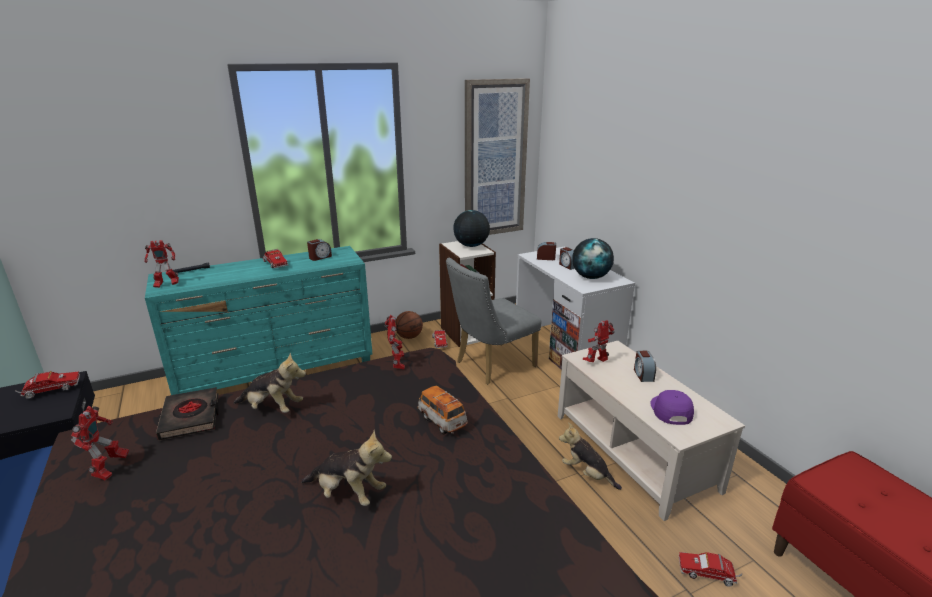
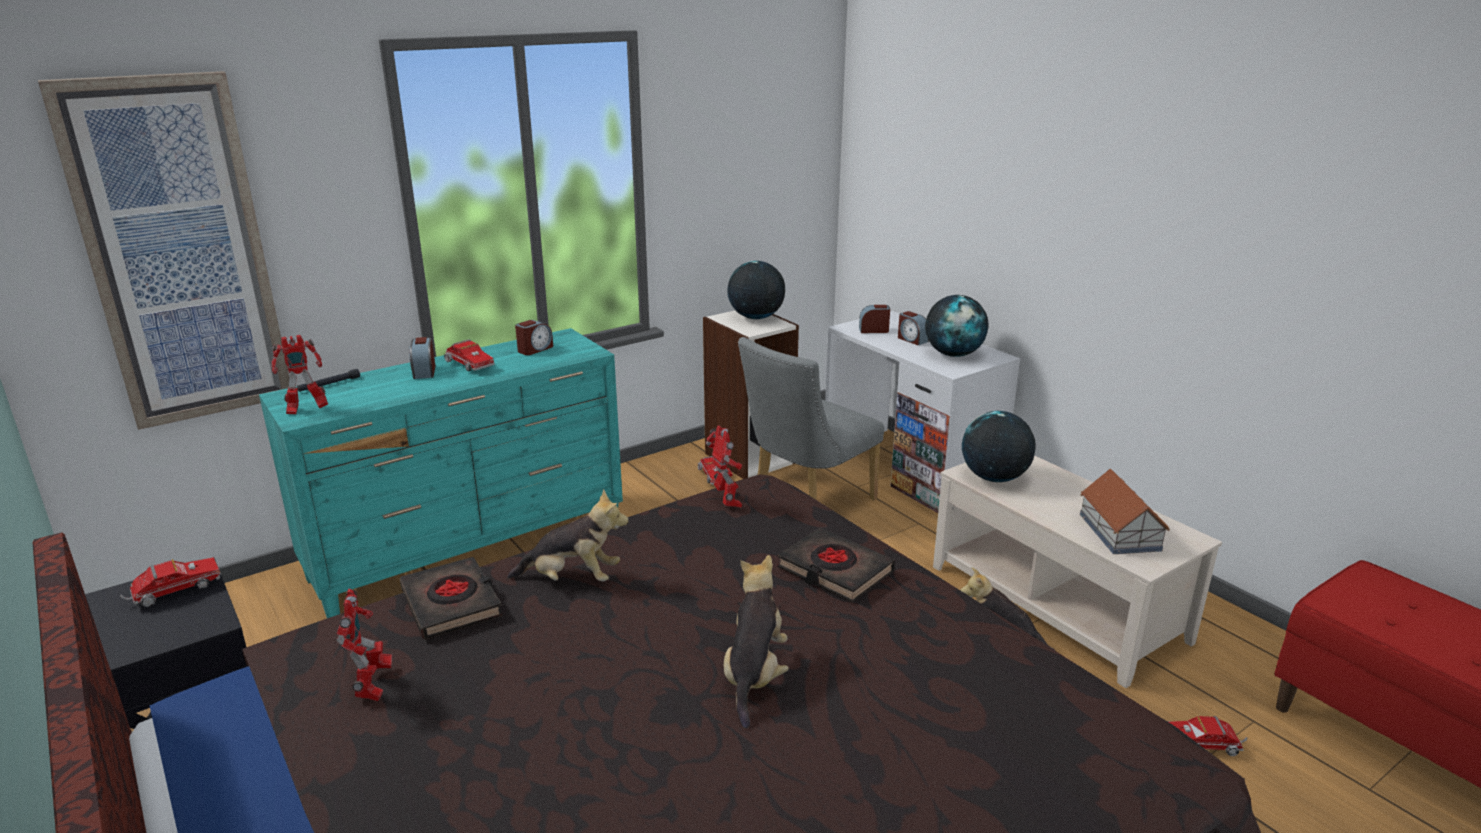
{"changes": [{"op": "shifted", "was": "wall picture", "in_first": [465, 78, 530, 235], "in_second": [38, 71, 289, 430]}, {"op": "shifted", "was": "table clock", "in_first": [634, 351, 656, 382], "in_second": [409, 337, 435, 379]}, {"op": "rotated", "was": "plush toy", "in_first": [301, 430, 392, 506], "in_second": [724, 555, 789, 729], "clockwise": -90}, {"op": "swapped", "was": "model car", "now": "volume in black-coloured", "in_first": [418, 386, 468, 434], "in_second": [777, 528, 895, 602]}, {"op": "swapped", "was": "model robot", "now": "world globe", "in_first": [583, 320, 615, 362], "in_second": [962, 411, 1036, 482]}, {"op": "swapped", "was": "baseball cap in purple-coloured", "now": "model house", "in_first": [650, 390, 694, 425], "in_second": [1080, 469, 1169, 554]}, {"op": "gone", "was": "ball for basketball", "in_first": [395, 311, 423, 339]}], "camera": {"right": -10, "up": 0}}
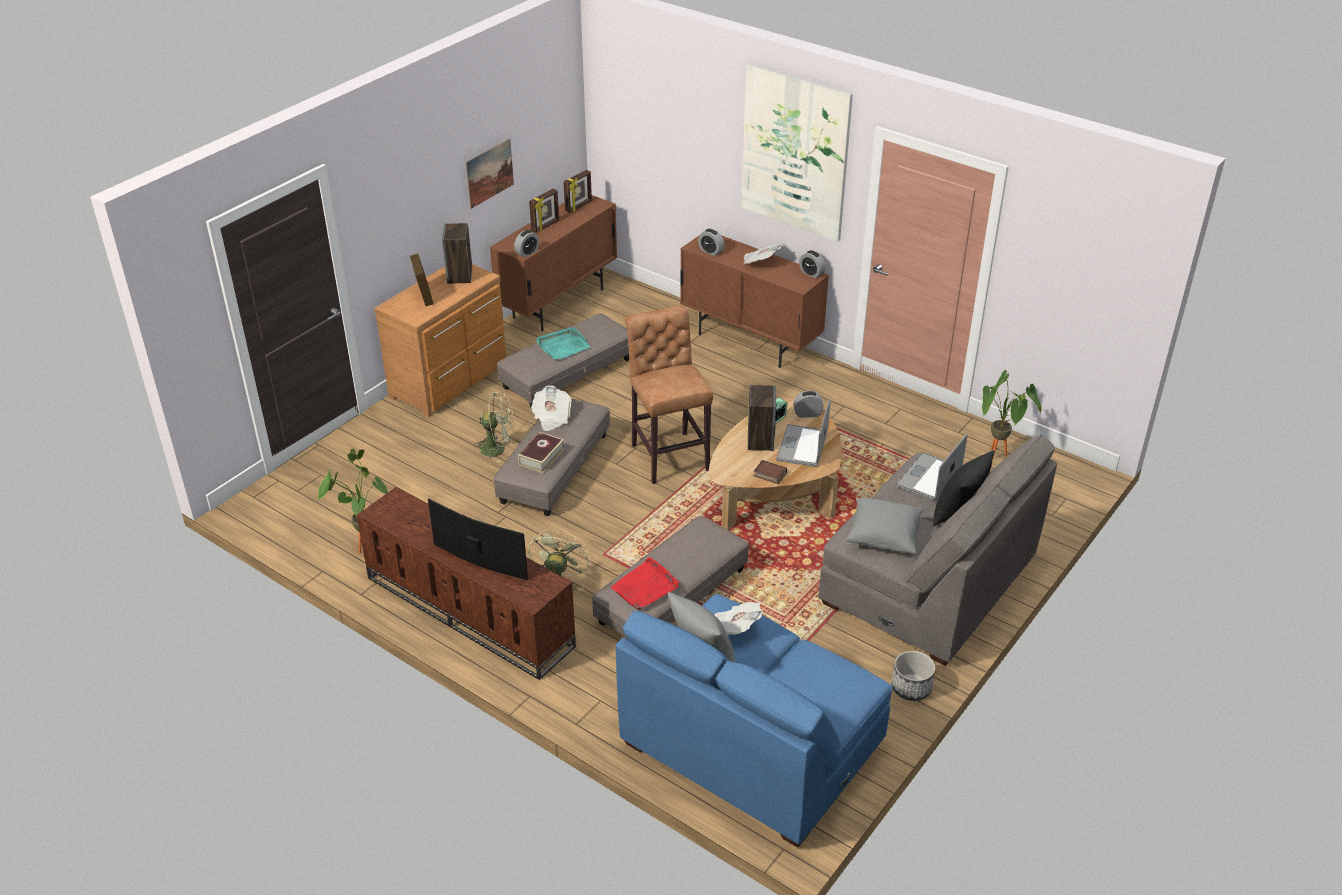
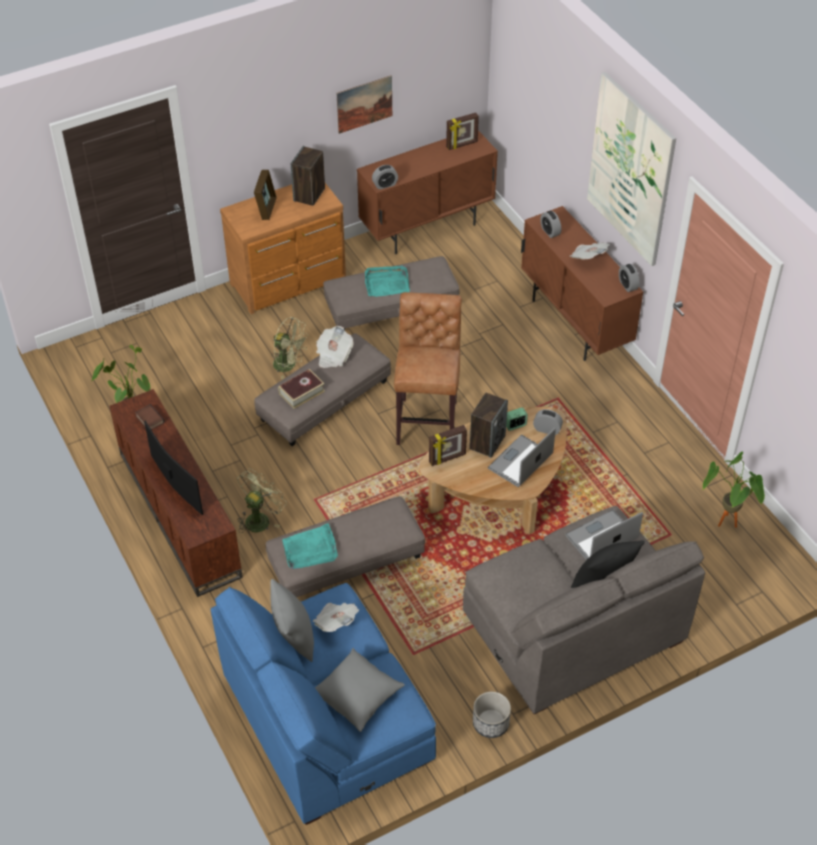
{"changes": [{"op": "shifted", "was": "volume", "in_first": [754, 460, 787, 484], "in_second": [135, 404, 165, 430]}, {"op": "repainted", "was": "tray in red", "now": "tray in turquoise-coloured", "in_first": [611, 557, 679, 610], "in_second": [282, 523, 338, 569]}, {"op": "shifted", "was": "cushion in grey", "in_first": [846, 497, 923, 554], "in_second": [315, 648, 405, 732]}, {"op": "shifted", "was": "picture frame", "in_first": [529, 189, 559, 233], "in_second": [429, 425, 467, 466]}], "camera": {"right": 25, "up": 10}}
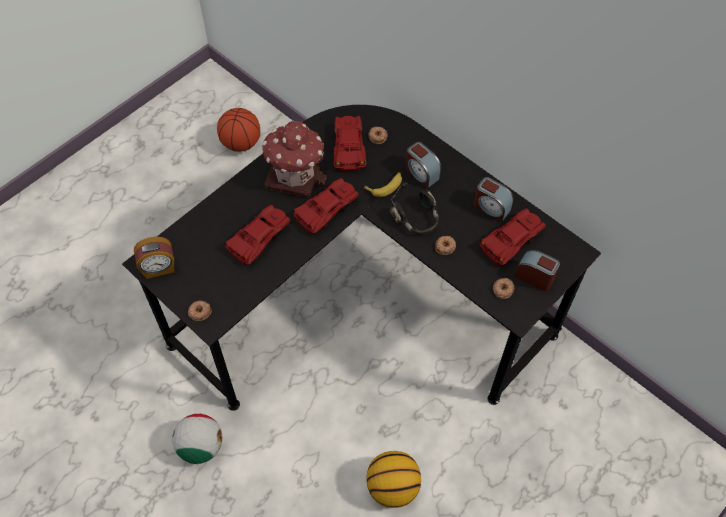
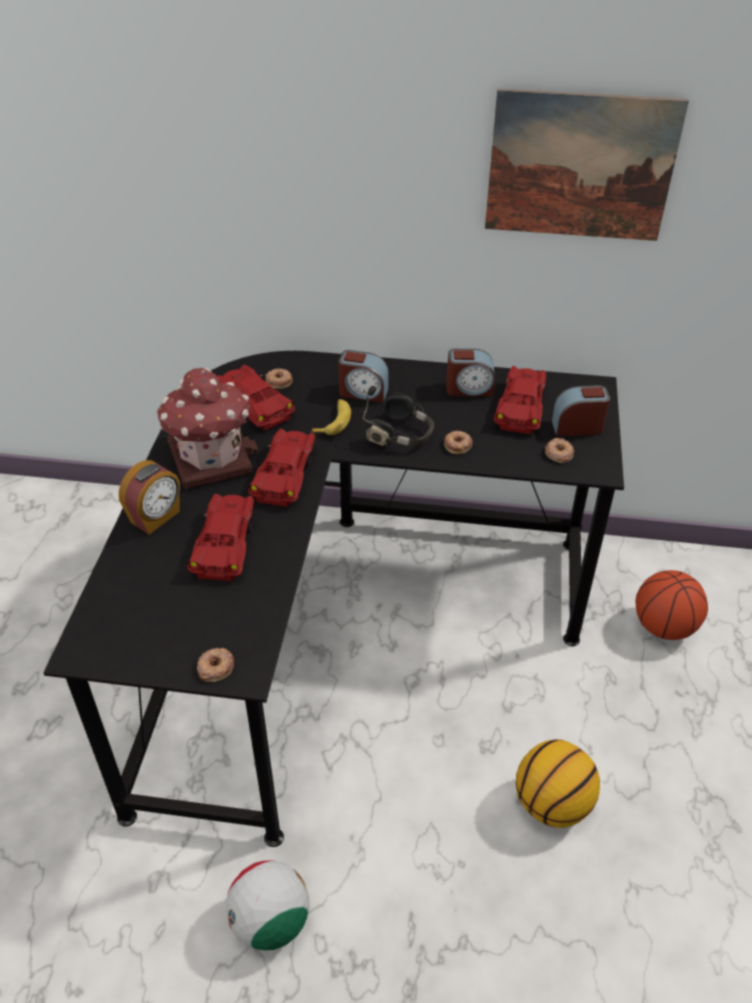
{"changes": [{"op": "shifted", "was": "table clock", "in_first": [134, 237, 174, 279], "in_second": [119, 460, 180, 534]}, {"op": "new", "now": "wall picture", "in_second": [485, 89, 689, 241]}, {"op": "shifted", "was": "ball for basketball", "in_first": [217, 108, 260, 152], "in_second": [636, 570, 708, 640]}], "camera": {"right": -35, "up": -15}}
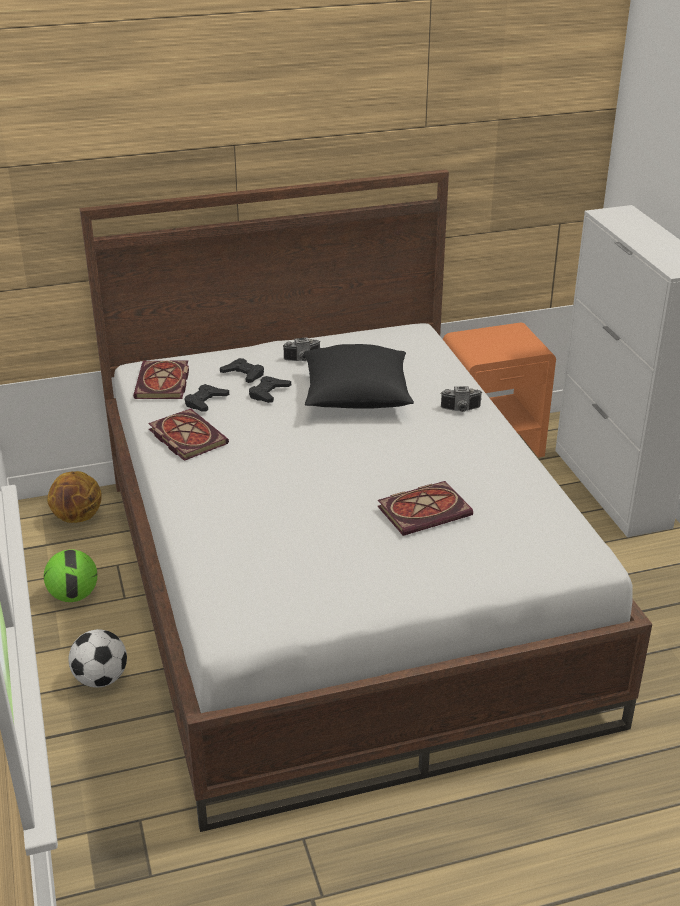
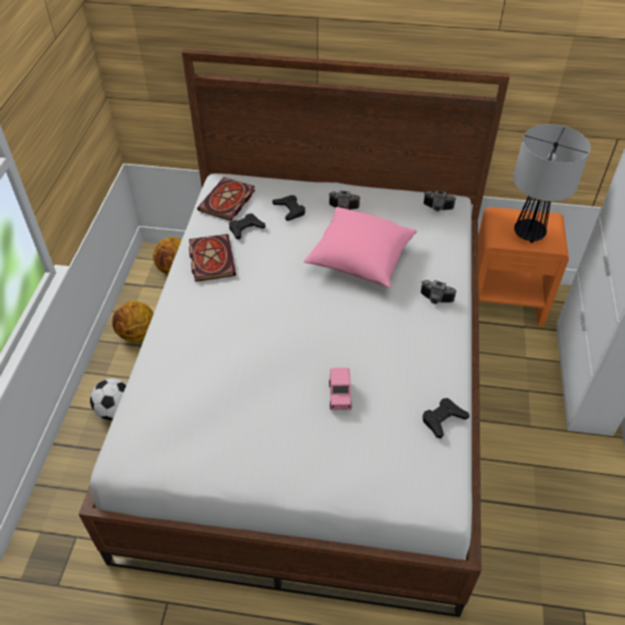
{"changes": [{"op": "swapped", "was": "ball for football", "now": "ball for basketball", "in_first": [44, 549, 98, 602], "in_second": [112, 301, 154, 342]}, {"op": "repainted", "was": "cushion in black-coloured", "now": "cushion in pinkish", "in_first": [303, 344, 414, 409], "in_second": [304, 207, 417, 288]}, {"op": "swapped", "was": "volume", "now": "model car in pinkish", "in_first": [377, 481, 473, 536], "in_second": [329, 368, 351, 410]}, {"op": "shifted", "was": "gamepad in black-coloured", "in_first": [249, 376, 291, 403], "in_second": [423, 398, 470, 439]}, {"op": "new", "now": "photo camera", "in_second": [424, 190, 456, 211]}, {"op": "new", "now": "lamp for a table", "in_second": [513, 124, 590, 243]}], "camera": {"right": 25, "up": 15}}
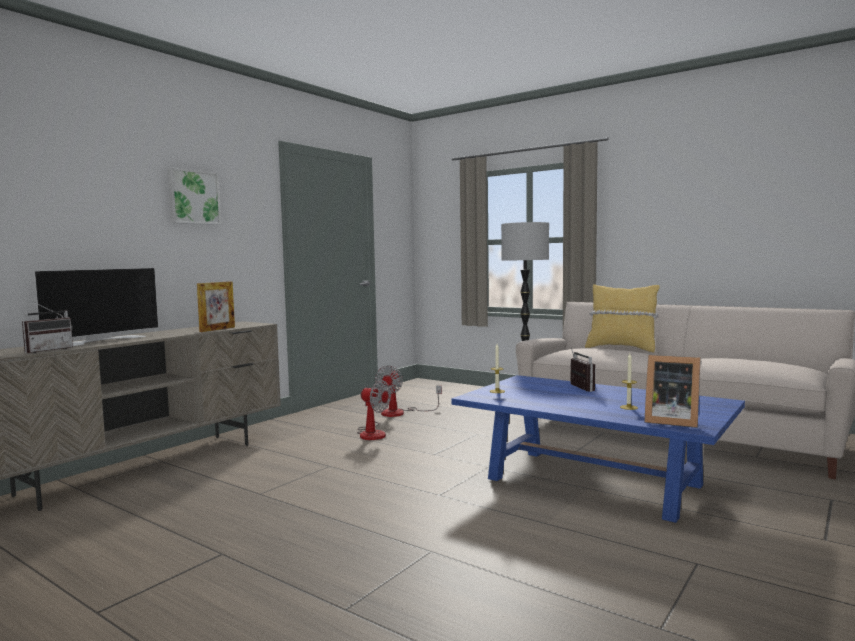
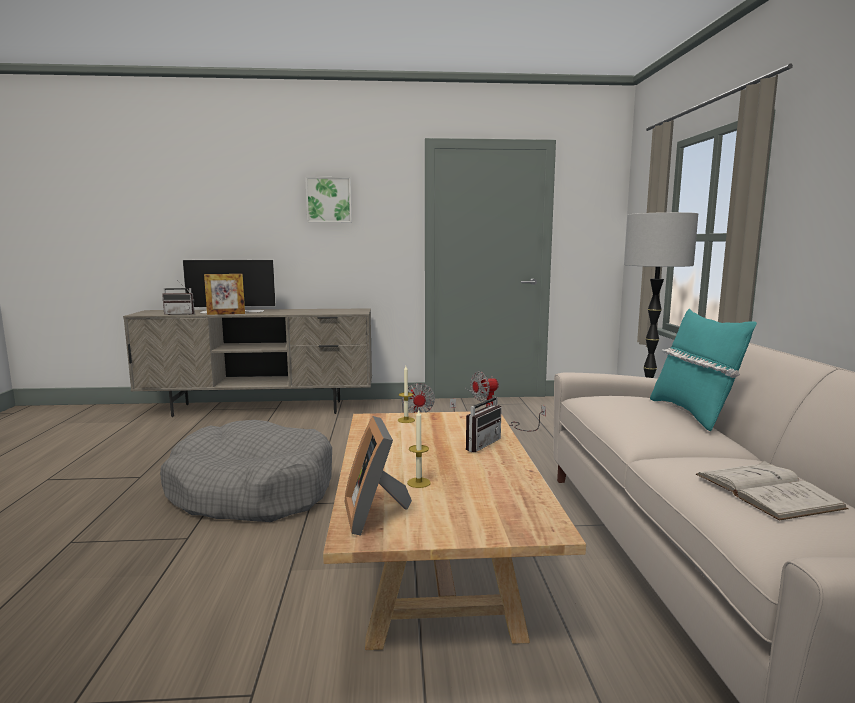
{"changes": [{"op": "new", "now": "dog cushion in grey", "in_second": [160, 420, 332, 522]}, {"op": "shifted", "was": "picture frame", "in_first": [197, 281, 235, 332], "in_second": [204, 274, 245, 315]}, {"op": "repainted", "was": "coffee table in blue-coloured", "now": "coffee table in beige-coloured", "in_first": [451, 375, 745, 523], "in_second": [323, 412, 586, 650]}, {"op": "repainted", "was": "cushion in yellowish", "now": "cushion in turquoise-coloured", "in_first": [585, 284, 659, 352], "in_second": [650, 309, 757, 431]}, {"op": "new", "now": "volume in whitish", "in_second": [696, 460, 849, 521]}], "camera": {"right": 50, "up": 5}}
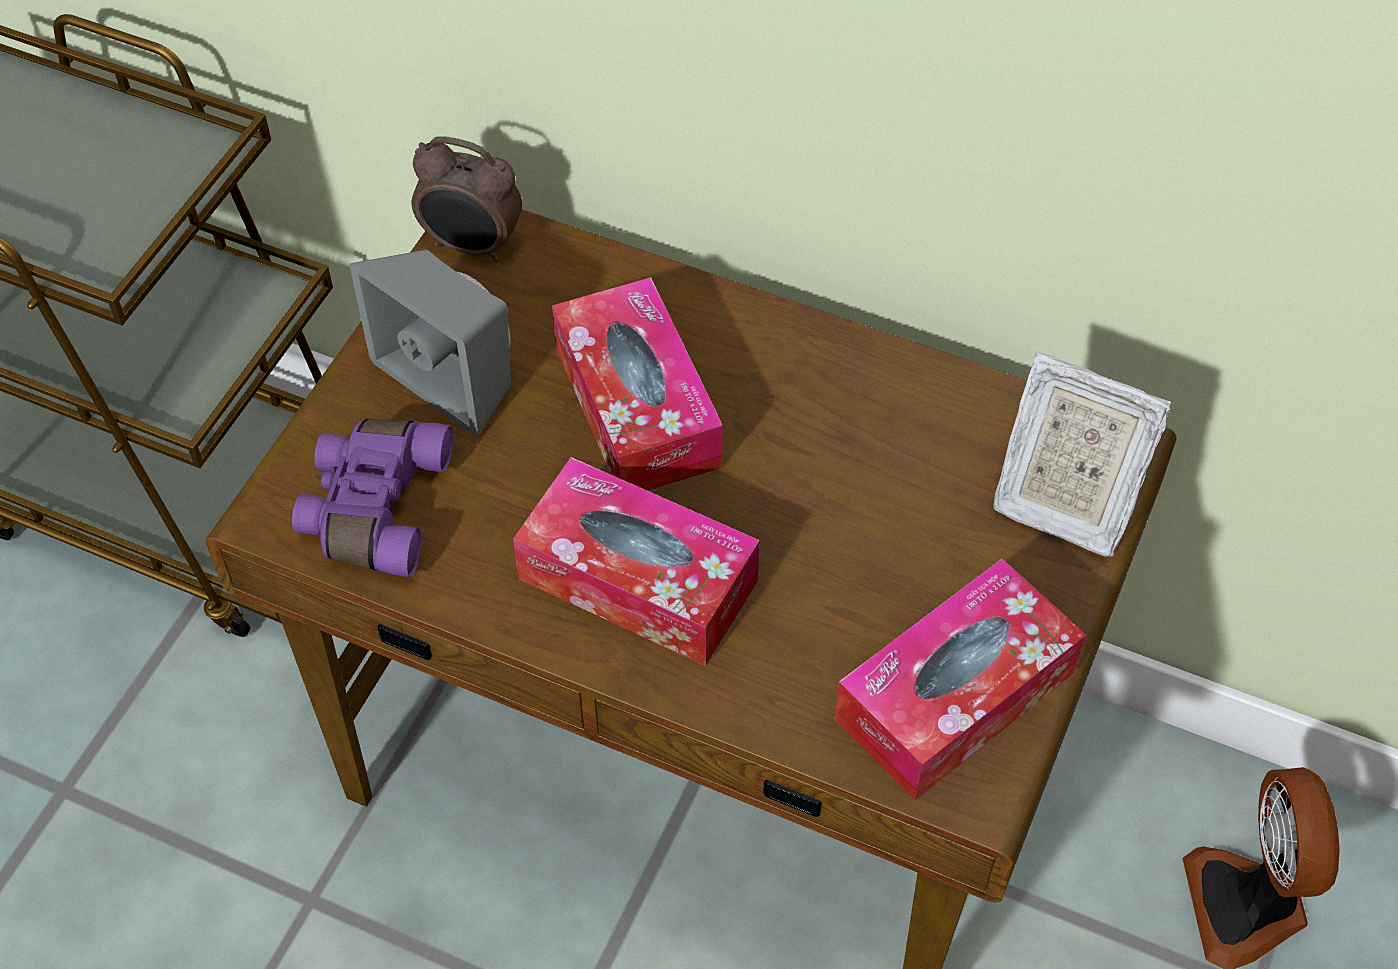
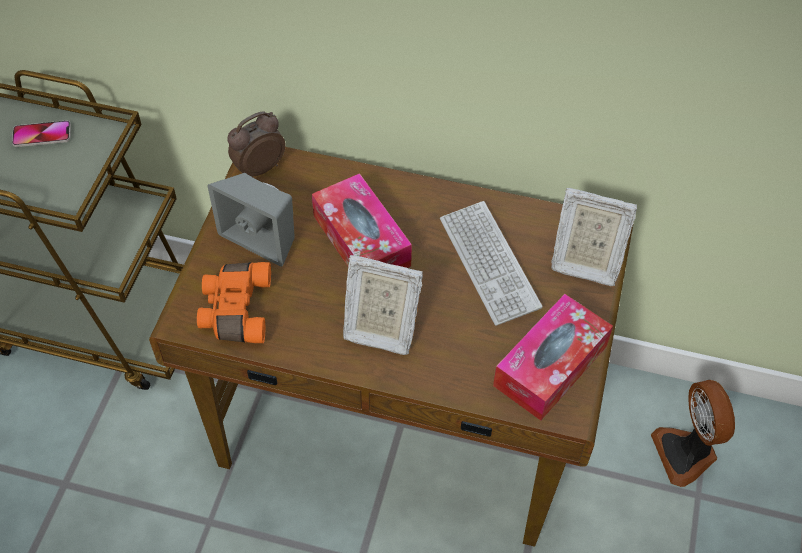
{"changes": [{"op": "new", "now": "handset", "in_second": [12, 121, 71, 147]}, {"op": "repainted", "was": "binoculars in purple-coloured", "now": "binoculars in orangey", "in_first": [292, 419, 453, 577], "in_second": [197, 262, 271, 343]}, {"op": "rotated", "was": "table clock", "in_first": [411, 136, 522, 262], "in_second": [227, 111, 286, 177], "clockwise": 135}, {"op": "swapped", "was": "tissue holder", "now": "picture frame", "in_first": [513, 457, 760, 666], "in_second": [343, 255, 423, 355]}, {"op": "new", "now": "PC keyboard", "in_second": [440, 201, 542, 326]}], "camera": {"right": -10, "up": 0}}
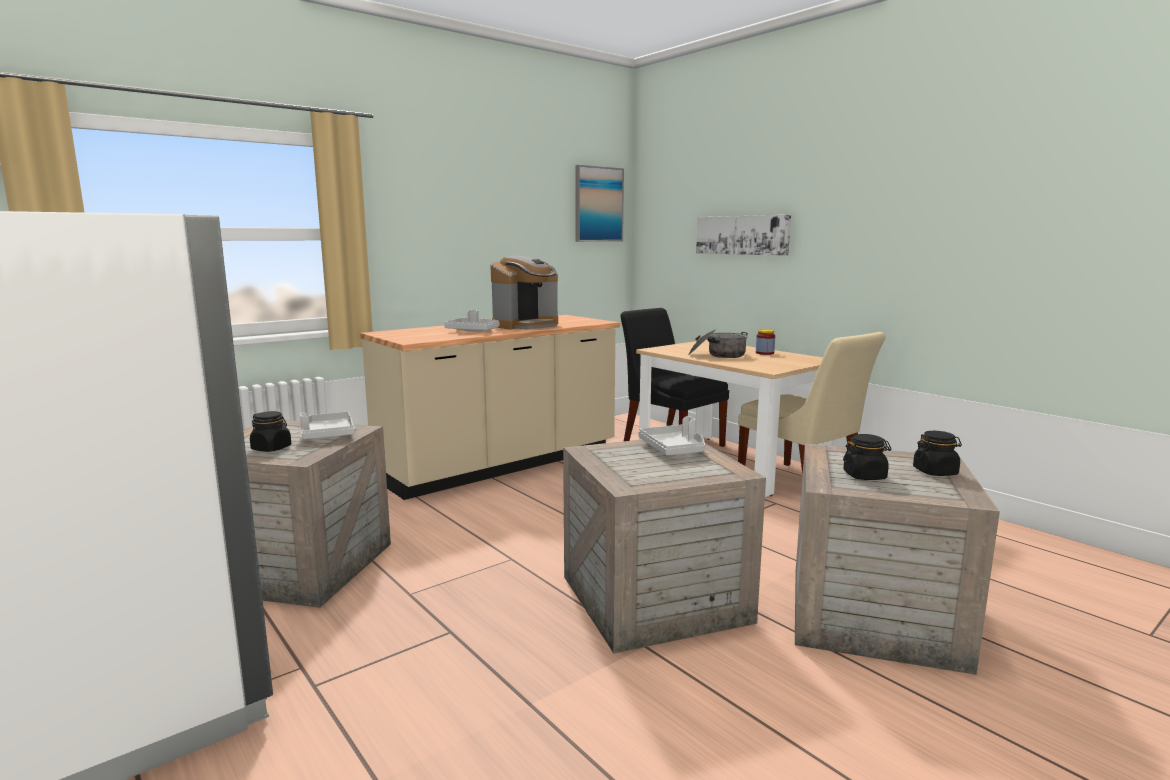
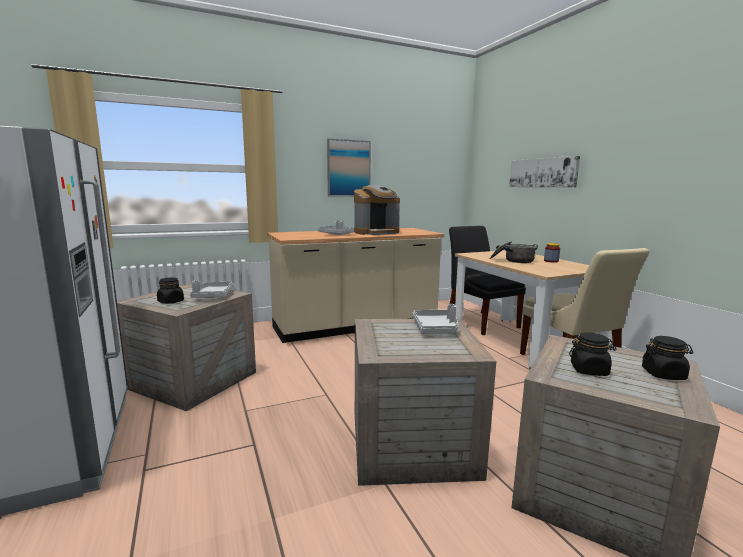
{"changes": [{"op": "shifted", "was": "wall picture", "in_first": [575, 165, 624, 242], "in_second": [327, 138, 371, 197]}], "camera": {"right": 15, "up": 0}}
